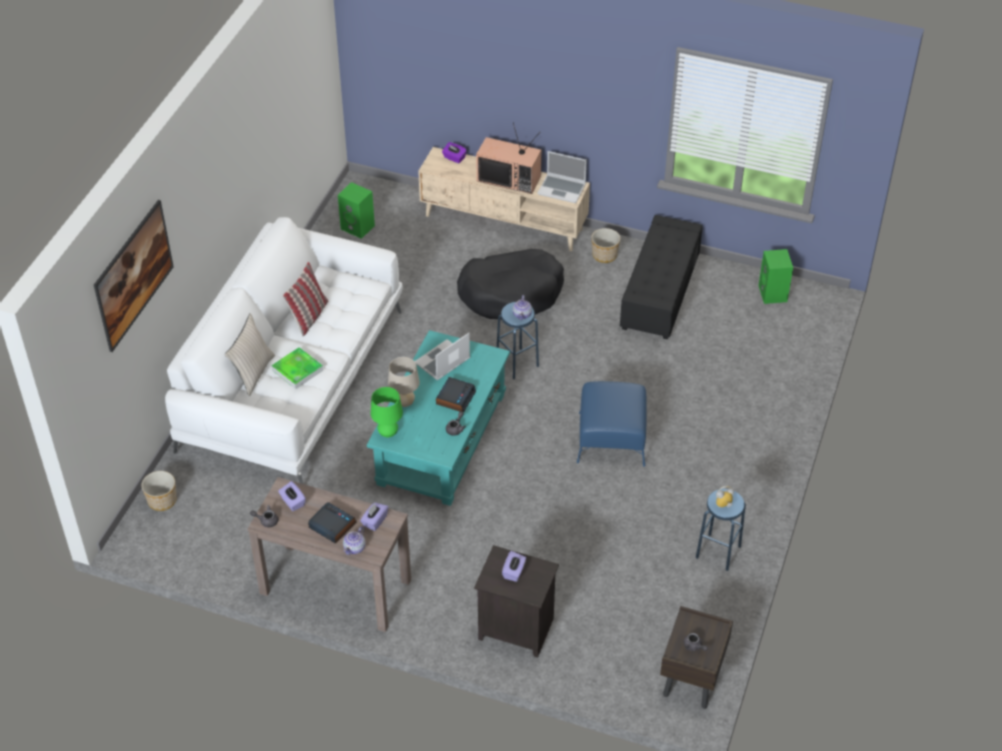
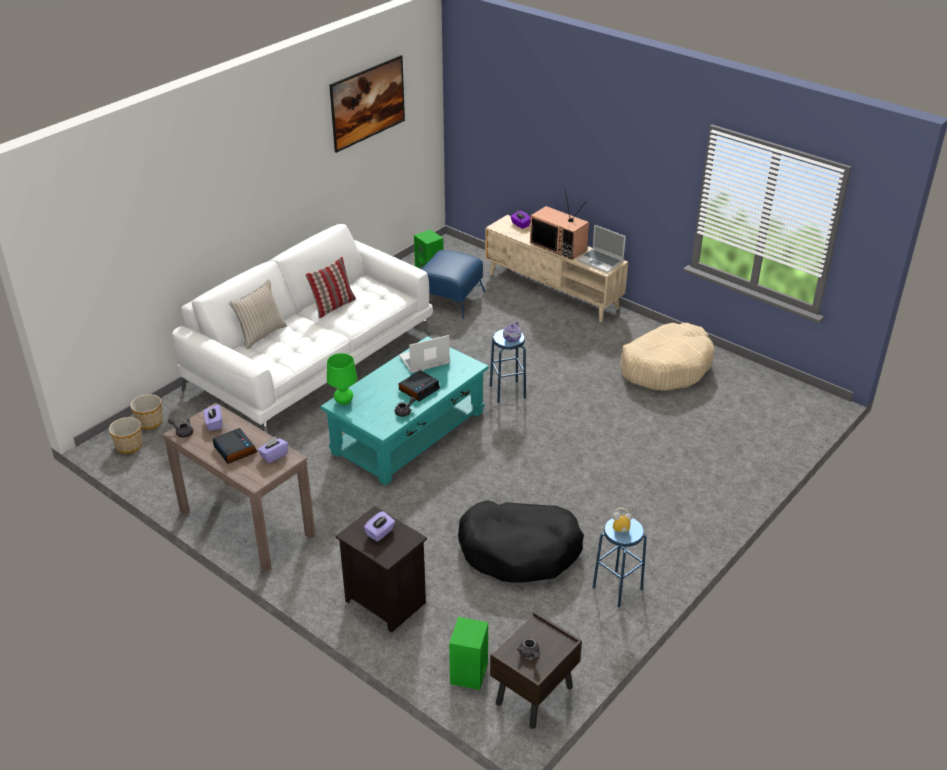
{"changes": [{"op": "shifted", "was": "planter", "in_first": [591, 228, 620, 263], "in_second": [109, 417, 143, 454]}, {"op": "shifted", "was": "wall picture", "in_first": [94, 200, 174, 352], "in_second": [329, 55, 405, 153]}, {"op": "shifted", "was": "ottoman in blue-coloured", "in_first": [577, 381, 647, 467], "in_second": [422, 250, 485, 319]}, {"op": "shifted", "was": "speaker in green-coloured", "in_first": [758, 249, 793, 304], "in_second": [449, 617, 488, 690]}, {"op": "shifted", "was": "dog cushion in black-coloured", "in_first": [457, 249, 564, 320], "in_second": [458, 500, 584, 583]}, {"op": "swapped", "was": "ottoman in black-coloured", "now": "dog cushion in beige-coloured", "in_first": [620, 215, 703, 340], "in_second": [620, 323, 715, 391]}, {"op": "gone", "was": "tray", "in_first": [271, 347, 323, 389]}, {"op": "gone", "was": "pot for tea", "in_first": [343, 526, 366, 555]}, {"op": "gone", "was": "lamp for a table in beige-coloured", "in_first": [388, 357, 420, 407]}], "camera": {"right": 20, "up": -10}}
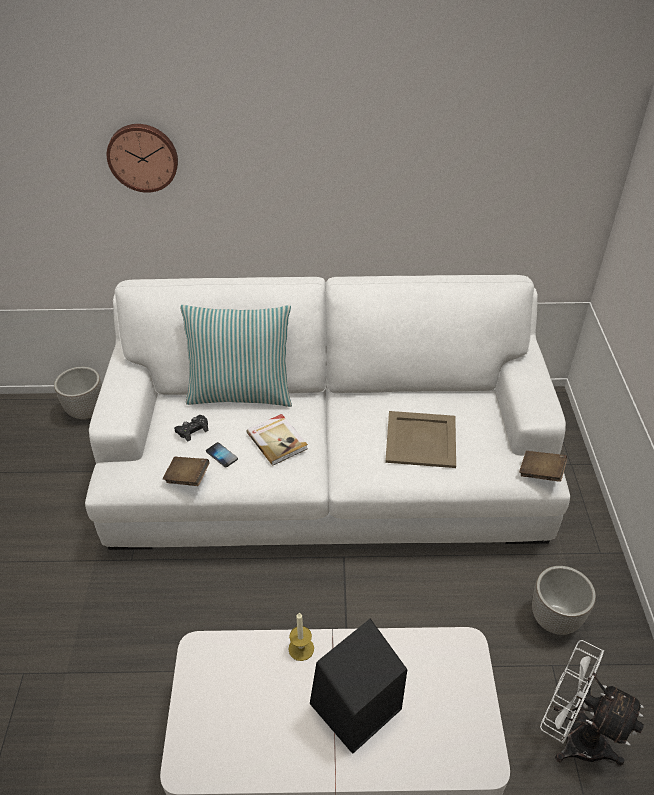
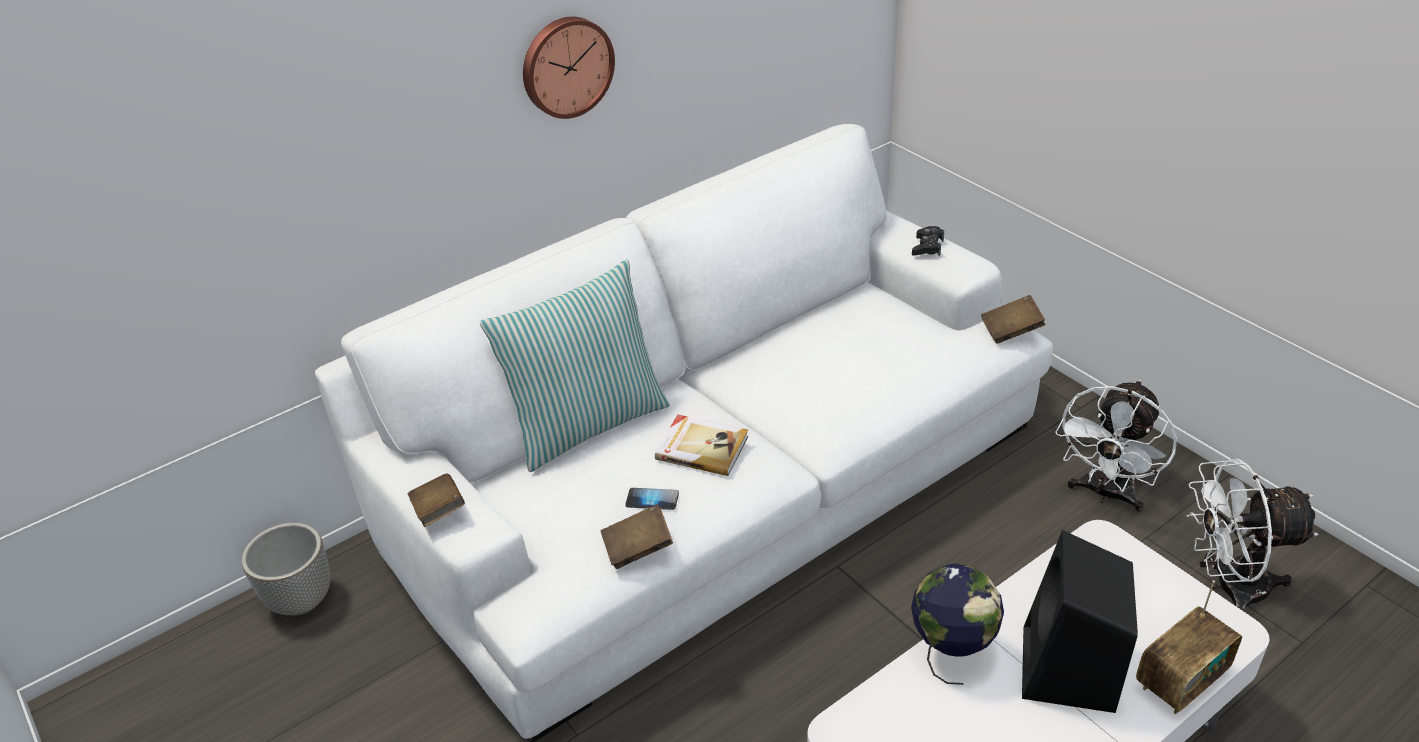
{"changes": [{"op": "new", "now": "volume in brownish", "in_second": [408, 474, 465, 527]}, {"op": "shifted", "was": "wall clock", "in_first": [107, 124, 178, 193], "in_second": [523, 17, 615, 119]}, {"op": "swapped", "was": "wax candle", "now": "world globe", "in_first": [288, 613, 314, 661], "in_second": [911, 564, 1004, 685]}, {"op": "shifted", "was": "gamepad in black-coloured", "in_first": [174, 415, 208, 442], "in_second": [912, 226, 944, 256]}, {"op": "swapped", "was": "planter", "now": "cooling fan in whitish", "in_first": [532, 566, 596, 635], "in_second": [1055, 380, 1177, 512]}, {"op": "new", "now": "radio receiver", "in_second": [1136, 580, 1242, 714]}, {"op": "gone", "was": "tray in beige-coloured", "in_first": [385, 411, 456, 468]}], "camera": {"right": -35, "up": -5}}
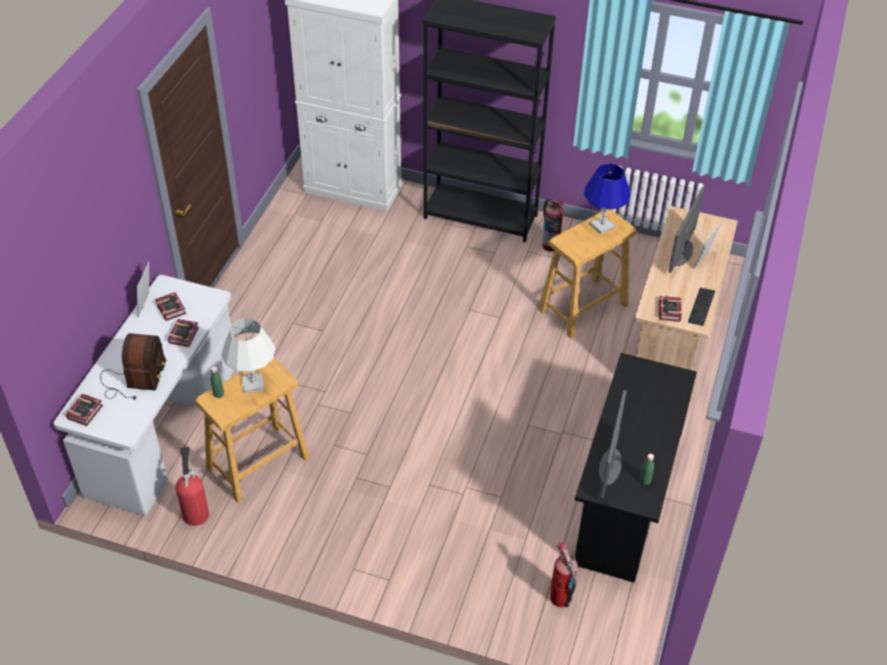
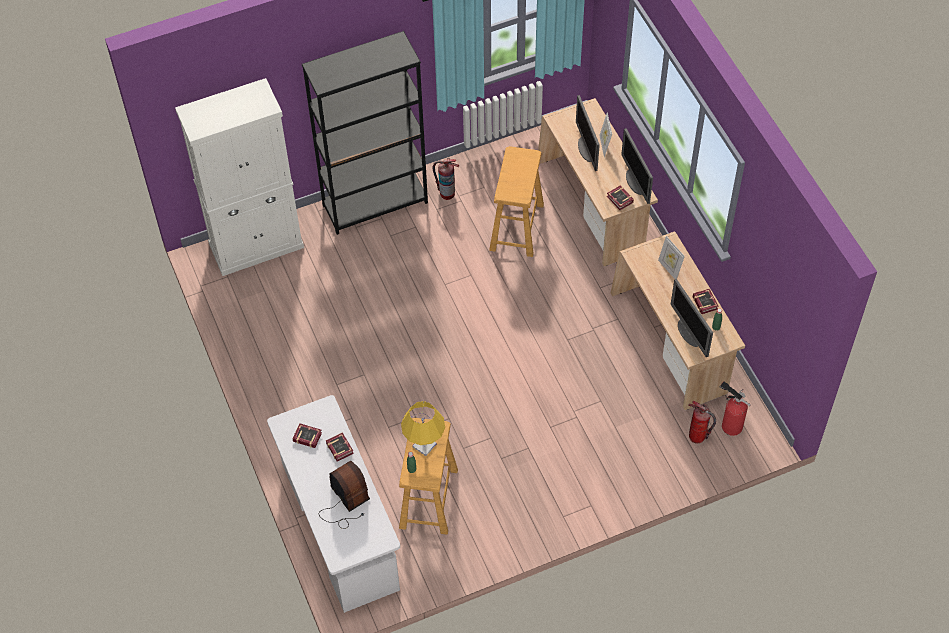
{"changes": [{"op": "repainted", "was": "lamp for a table in whitish", "now": "lamp for a table in yellowish", "in_first": [221, 318, 275, 393], "in_second": [401, 401, 445, 456]}, {"op": "repainted", "was": "desk table in black-coloured", "now": "desk table in beige-coloured", "in_first": [575, 353, 697, 582], "in_second": [610, 231, 745, 410]}, {"op": "swapped", "was": "PC keyboard", "now": "monitor", "in_first": [688, 288, 715, 326], "in_second": [621, 128, 653, 204]}, {"op": "shifted", "was": "picture frame", "in_first": [137, 262, 149, 318], "in_second": [658, 236, 685, 279]}, {"op": "shifted", "was": "volume", "in_first": [66, 394, 103, 426], "in_second": [693, 289, 718, 314]}, {"op": "shifted", "was": "fire-fighting cylinder", "in_first": [176, 447, 209, 526], "in_second": [720, 381, 751, 436]}, {"op": "gone", "was": "lamp for a table in blue-coloured", "in_first": [584, 163, 631, 234]}], "camera": {"right": -40, "up": 10}}
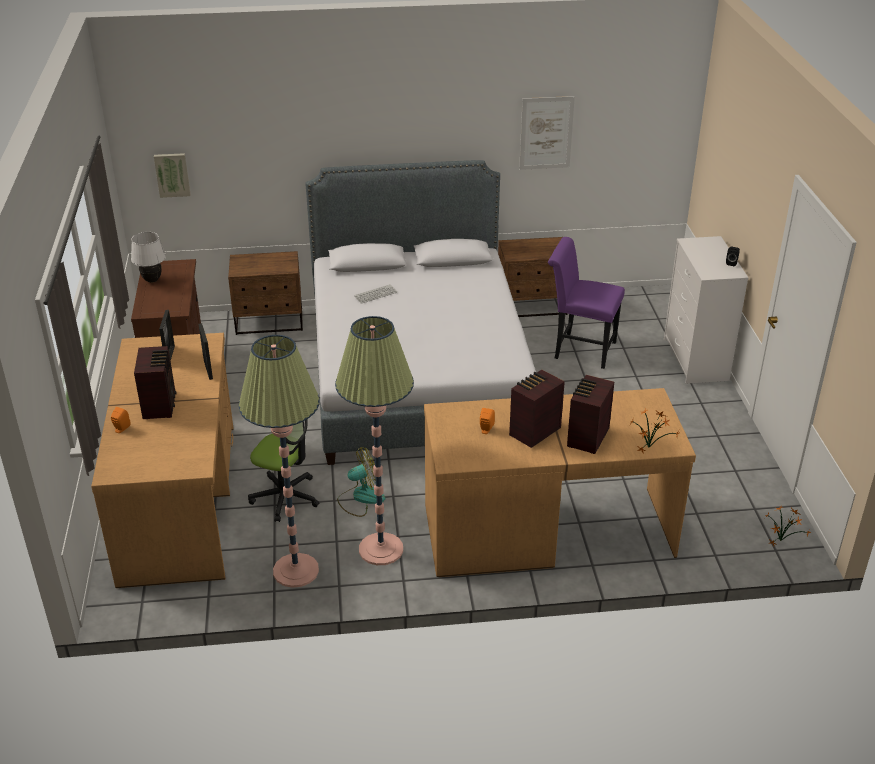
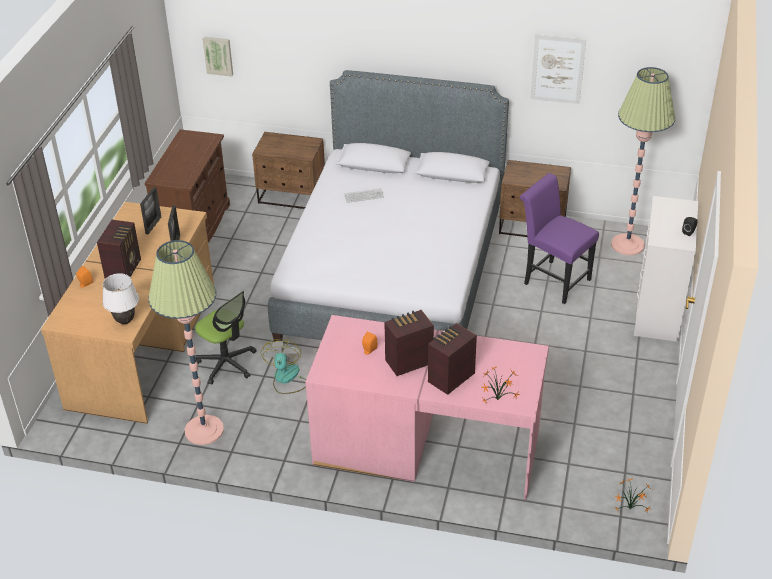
{"changes": [{"op": "shifted", "was": "lamp for a table in whitish", "in_first": [131, 232, 166, 283], "in_second": [102, 273, 139, 324]}, {"op": "rotated", "was": "cooling fan", "in_first": [337, 447, 385, 517], "in_second": [260, 339, 306, 394], "clockwise": -90}, {"op": "repainted", "was": "desk table in brownish", "now": "desk table in pinkish", "in_first": [424, 388, 696, 577], "in_second": [305, 315, 549, 500]}, {"op": "shifted", "was": "standard lamp", "in_first": [335, 316, 414, 565], "in_second": [611, 67, 675, 255]}], "camera": {"right": 20, "up": 5}}
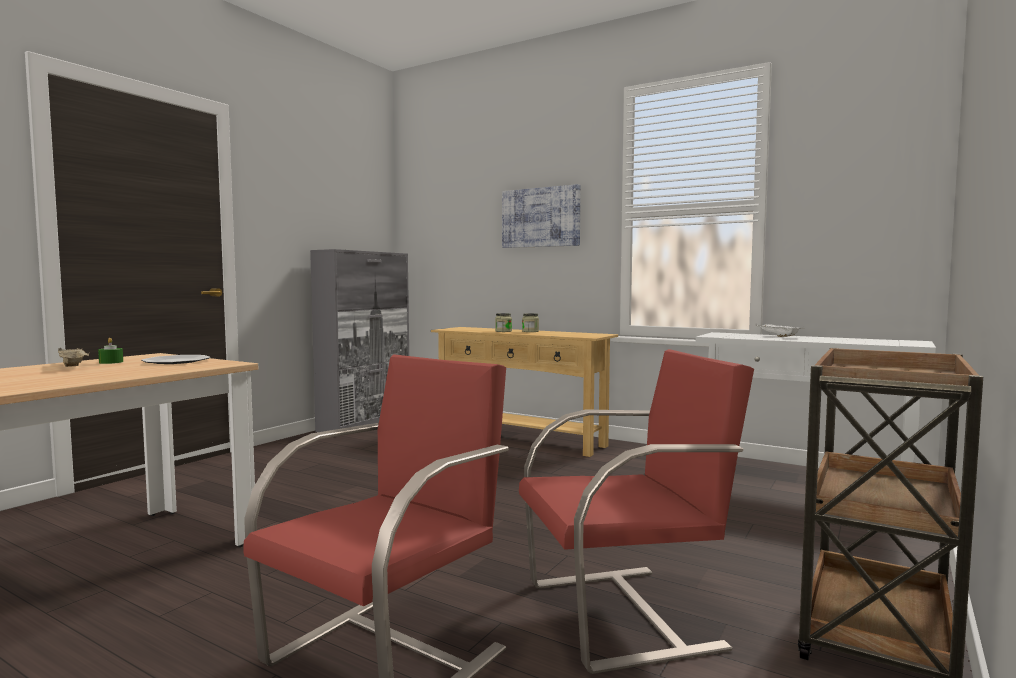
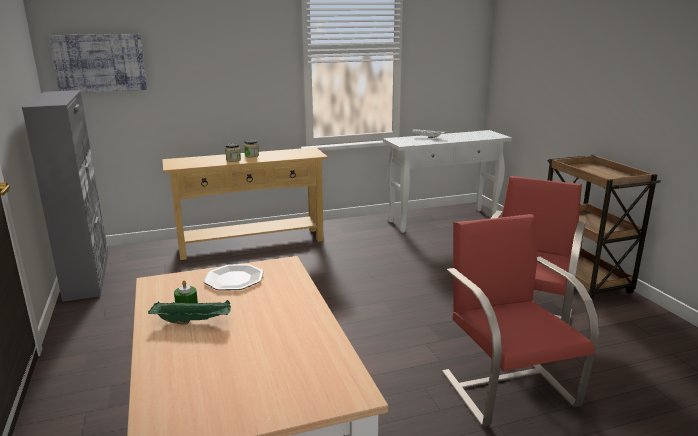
{"changes": [{"op": "shifted", "was": "wall picture", "in_first": [502, 184, 581, 248], "in_second": [49, 34, 147, 93]}, {"op": "repainted", "was": "tray in beige-coloured", "now": "tray in green-coloured", "in_first": [58, 348, 89, 367], "in_second": [148, 300, 231, 325]}], "camera": {"right": -50, "up": 15}}
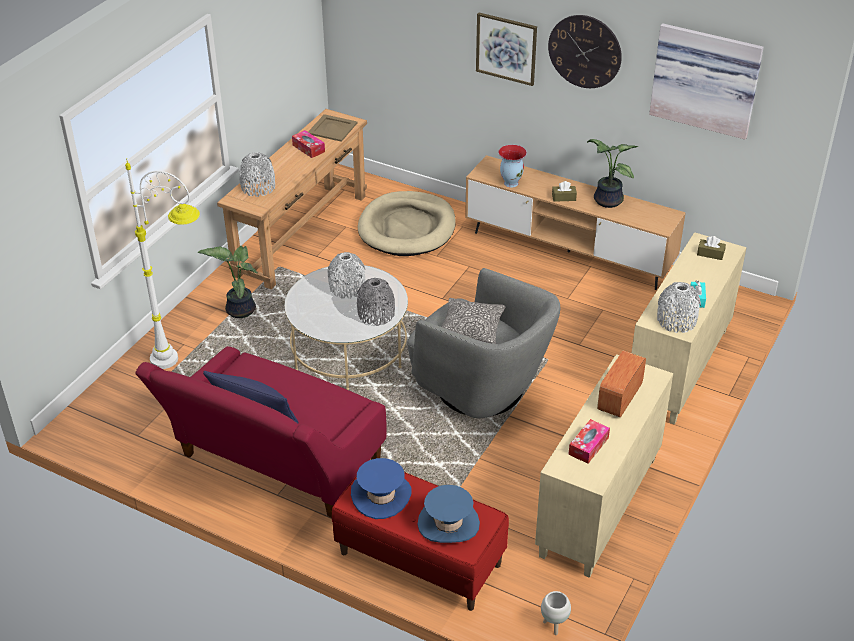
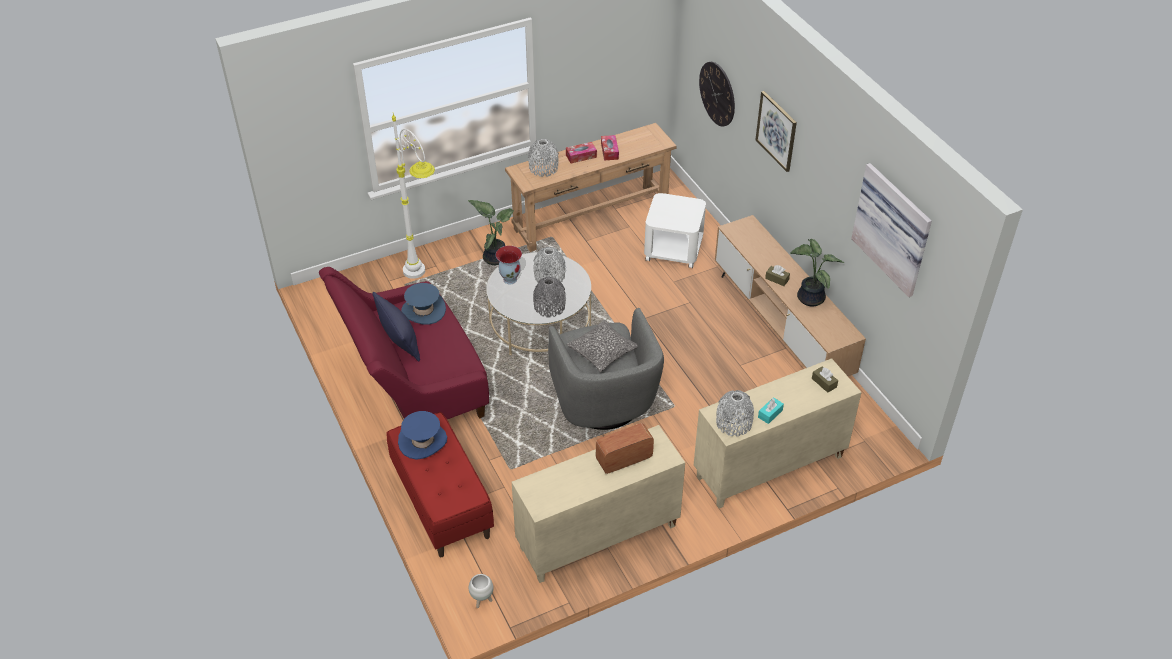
{"changes": [{"op": "shifted", "was": "clothing hat in blue-coloured", "in_first": [417, 485, 480, 543], "in_second": [401, 283, 446, 325]}, {"op": "shifted", "was": "vase", "in_first": [499, 145, 527, 188], "in_second": [496, 246, 522, 284]}, {"op": "shifted", "was": "tissue holder", "in_first": [568, 419, 610, 464], "in_second": [566, 142, 597, 163]}, {"op": "swapped", "was": "dog cushion in beige-coloured", "now": "side table in whitish", "in_first": [358, 191, 456, 256], "in_second": [644, 193, 706, 268]}, {"op": "shifted", "was": "wall clock", "in_first": [548, 15, 622, 88], "in_second": [699, 62, 735, 127]}, {"op": "gone", "was": "tray in beige-coloured", "in_first": [308, 114, 357, 142]}], "camera": {"right": 35, "up": 5}}
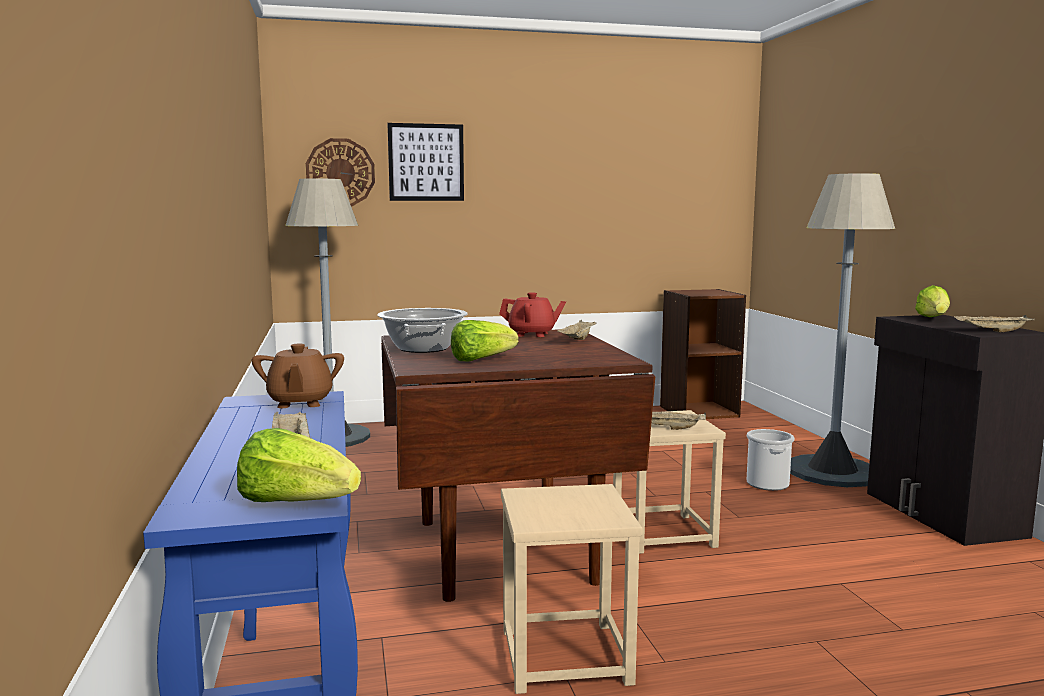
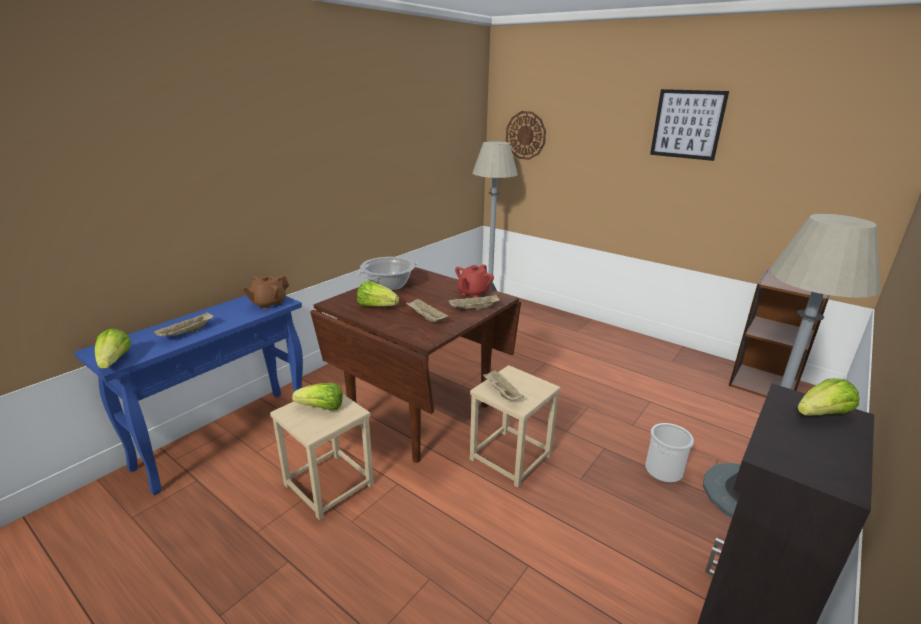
{"changes": [{"op": "new", "now": "head of lettuce", "in_second": [292, 383, 343, 410]}, {"op": "shifted", "was": "tray in beige-coloured", "in_first": [954, 315, 1035, 332], "in_second": [406, 298, 449, 322]}, {"op": "rotated", "was": "pot for tea in red", "in_first": [499, 292, 566, 337], "in_second": [455, 264, 494, 297], "clockwise": 60}, {"op": "shifted", "was": "wall picture", "in_first": [387, 123, 464, 201], "in_second": [650, 89, 729, 161]}], "camera": {"right": 50, "up": 15}}
